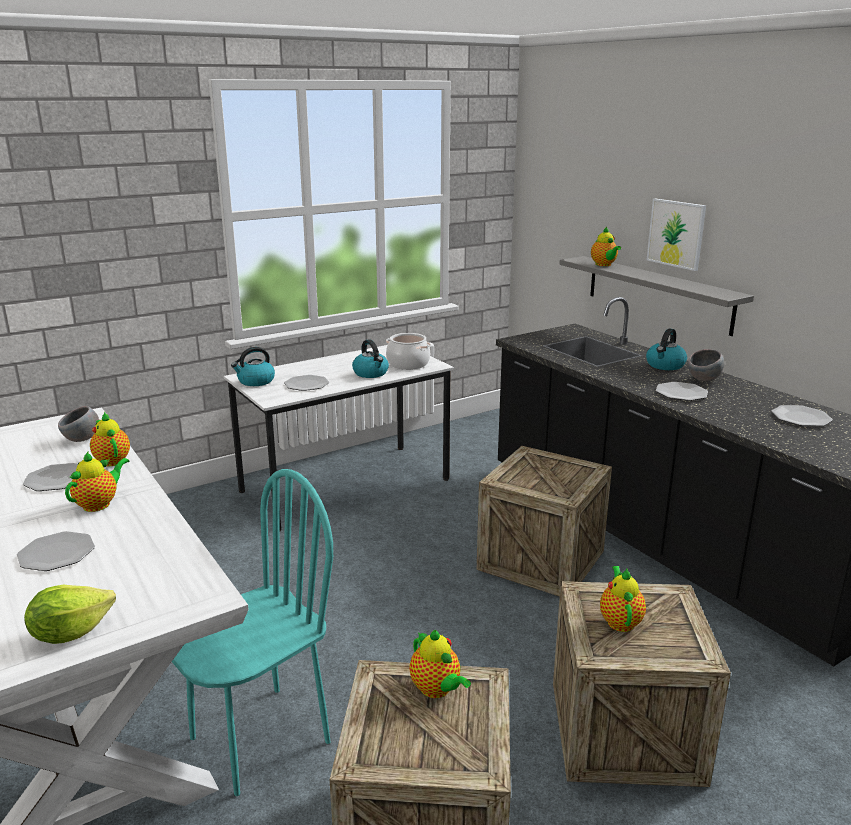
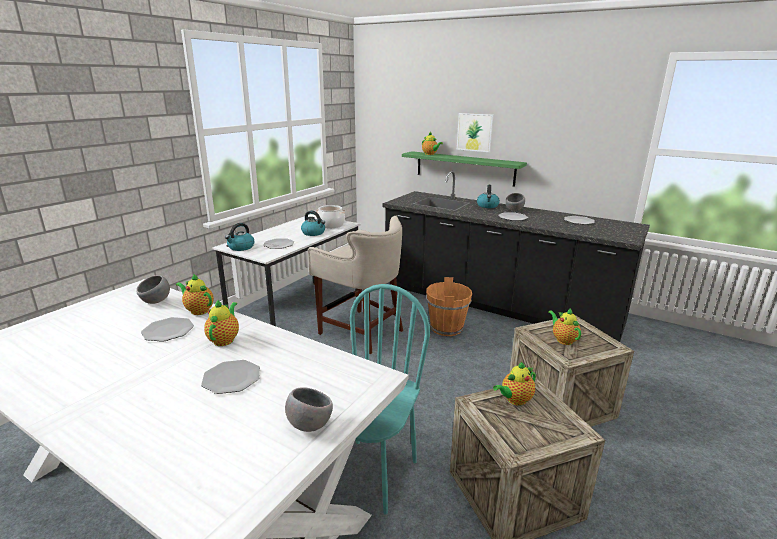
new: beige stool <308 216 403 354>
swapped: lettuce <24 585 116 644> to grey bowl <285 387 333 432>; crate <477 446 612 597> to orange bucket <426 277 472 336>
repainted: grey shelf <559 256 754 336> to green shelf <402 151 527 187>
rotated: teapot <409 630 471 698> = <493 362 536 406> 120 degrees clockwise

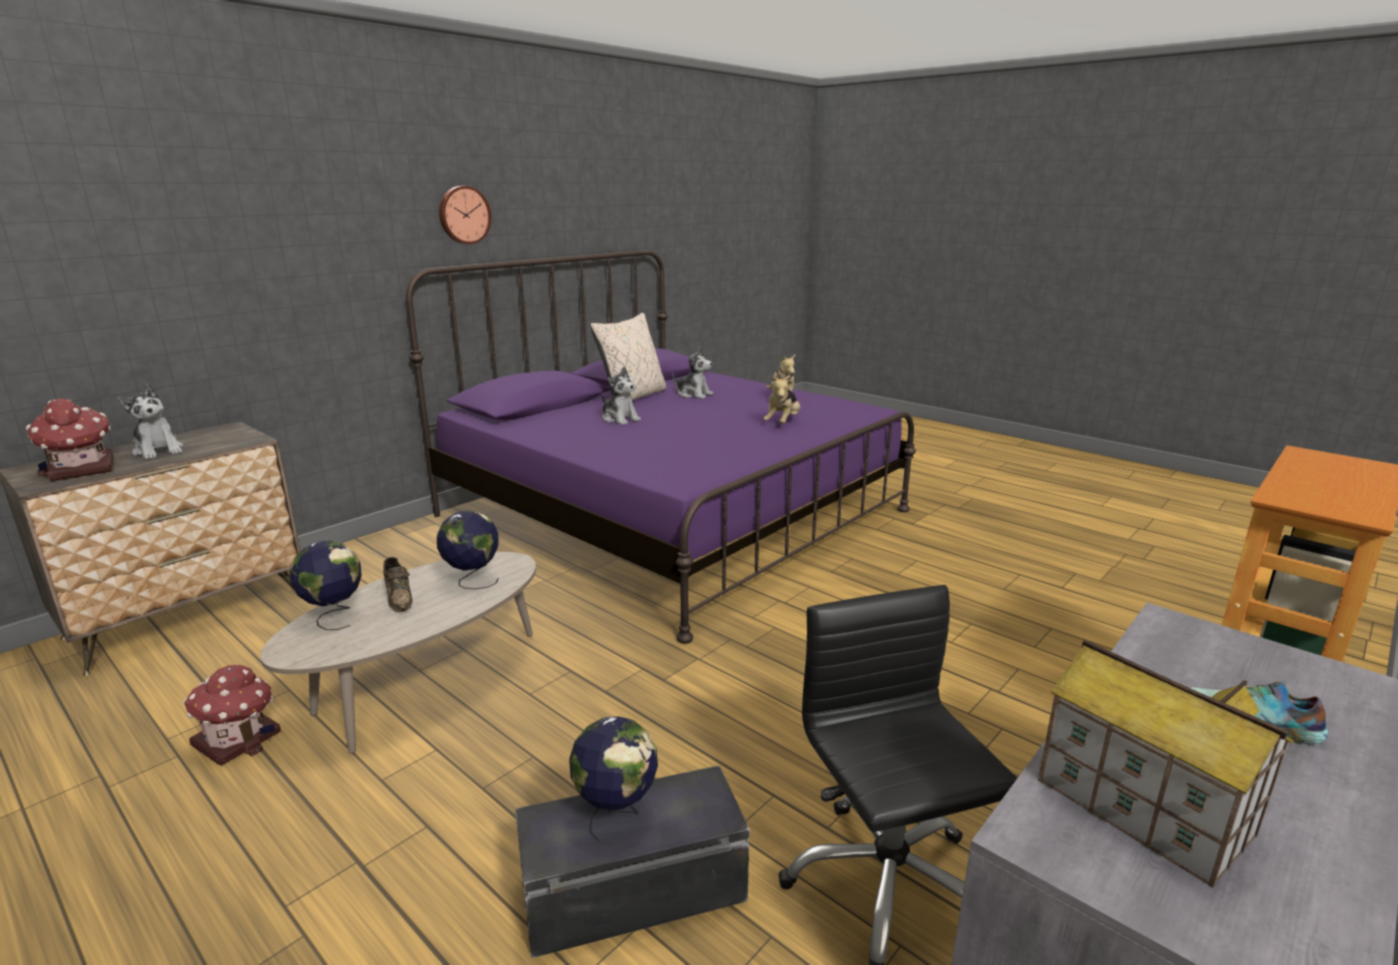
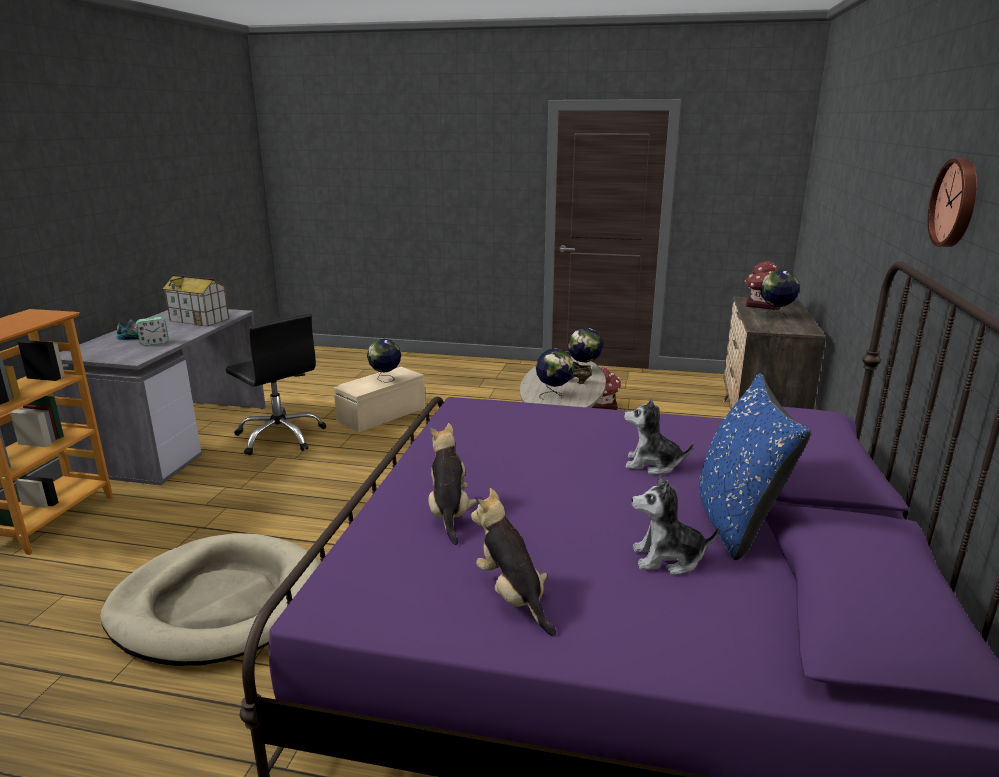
new: beige dog bed <100 533 320 666>; alarm clock <136 317 169 346>
swapped: plush toy <118 384 183 460> to globe <760 270 799 318>
repainted: black storage box <515 765 750 958> to beige storage box <334 367 425 432>; beige pillow <590 313 666 401> to blue pillow <699 373 811 560>

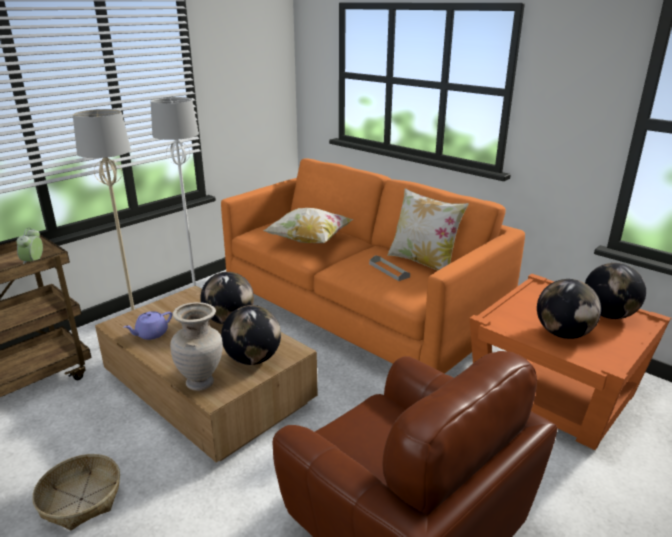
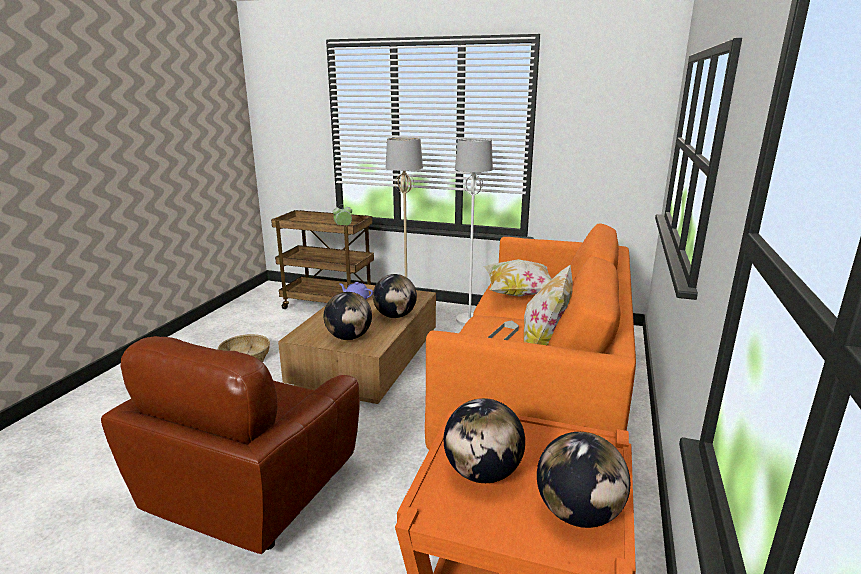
gone: beige vase <170 302 223 391>

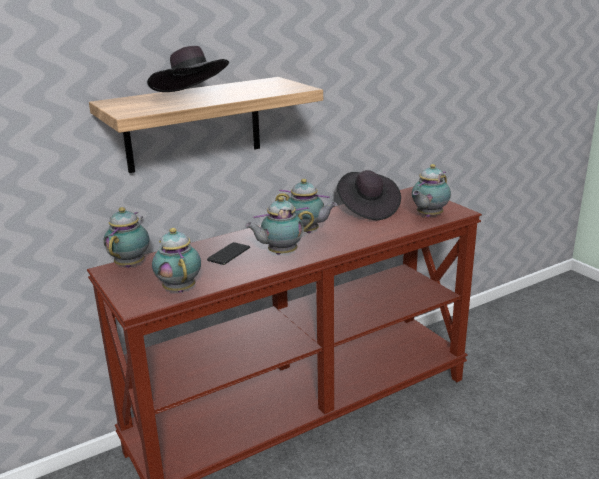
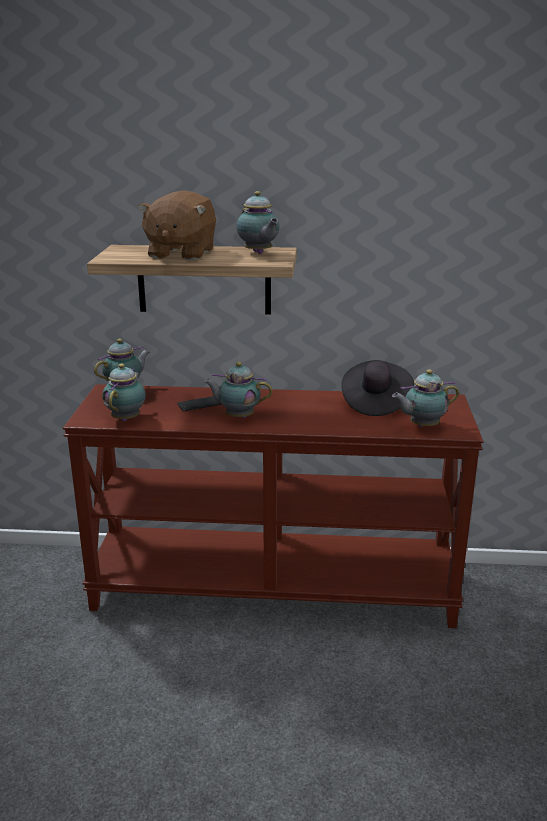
shifted: teapot <275 179 337 233> to <236 191 279 254>
swapped: black hat <147 46 229 92> to brown plush toy <138 190 216 260>

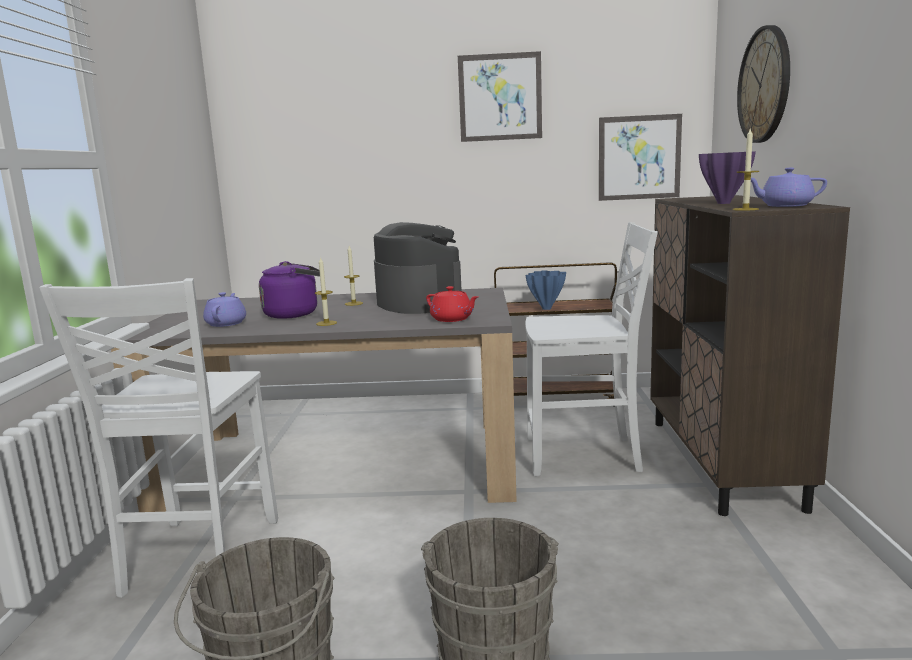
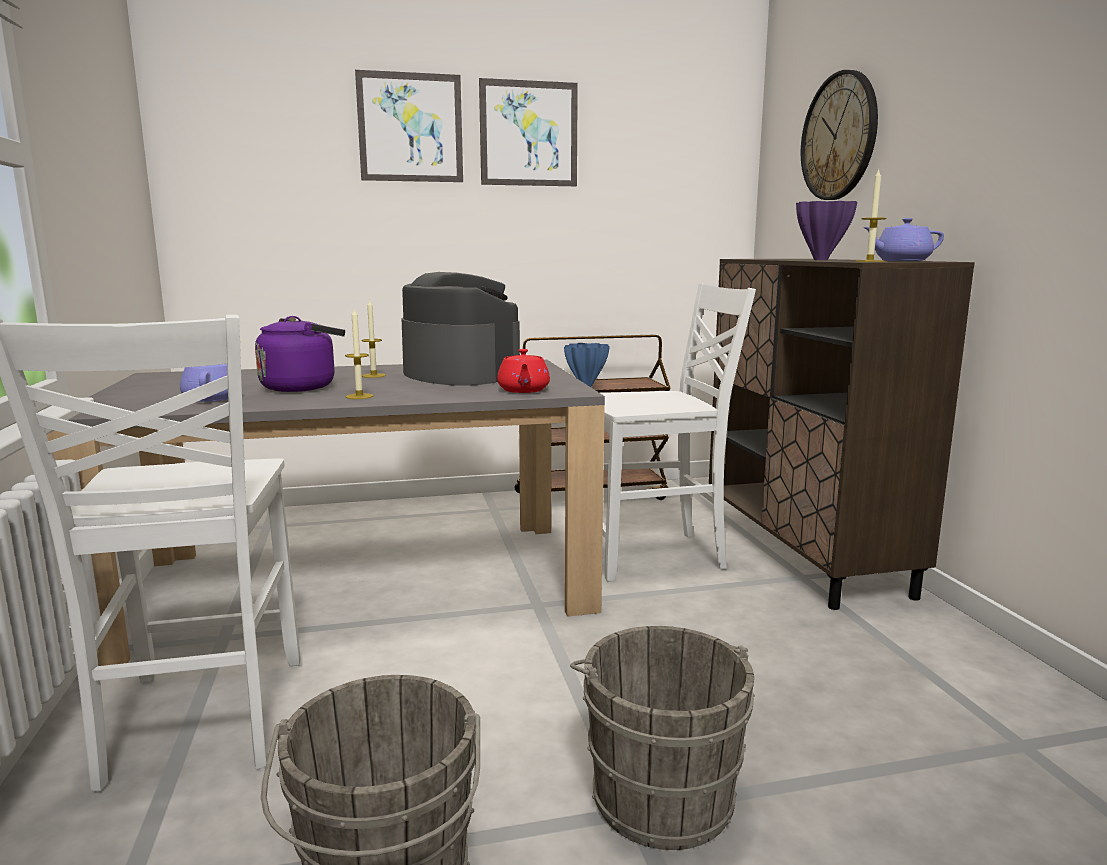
shifted: picture <599 114 682 201> to <355 70 463 182>
rotated: red teapot <426 286 479 322> = <497 349 550 393> 60 degrees clockwise

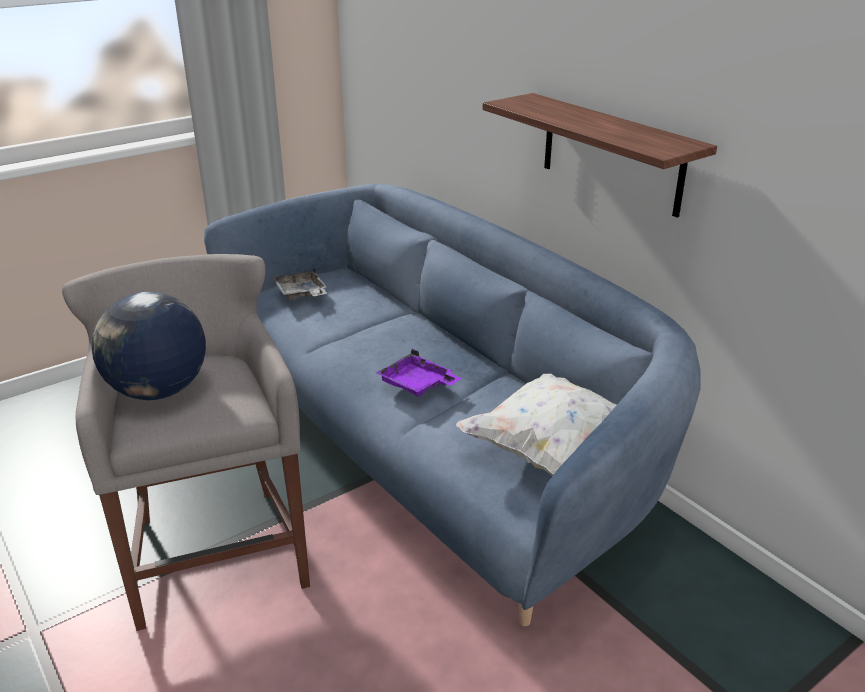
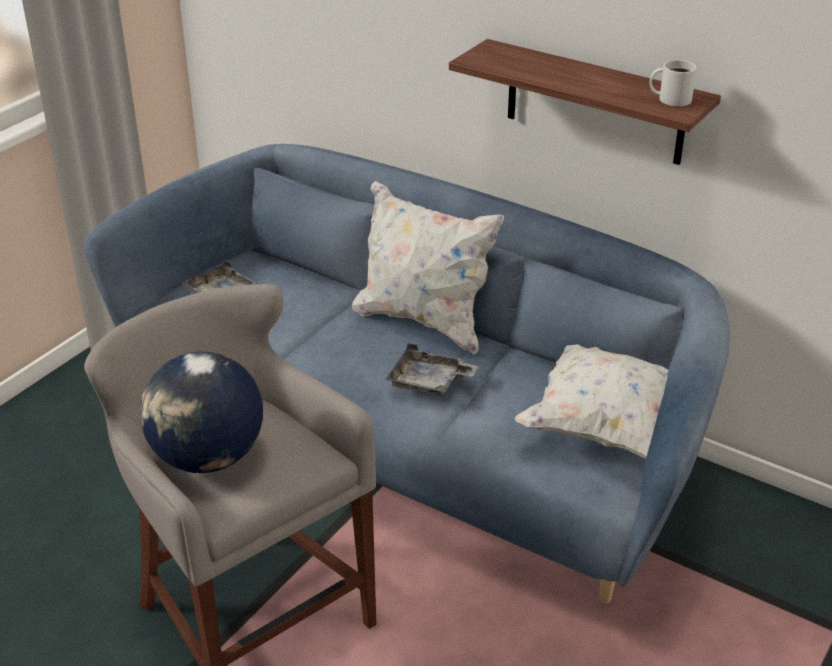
new: white pillow <352 181 504 354>; white mug <650 60 697 107>
repainted: purple tray <376 349 462 396> to grey tray <385 343 479 396>

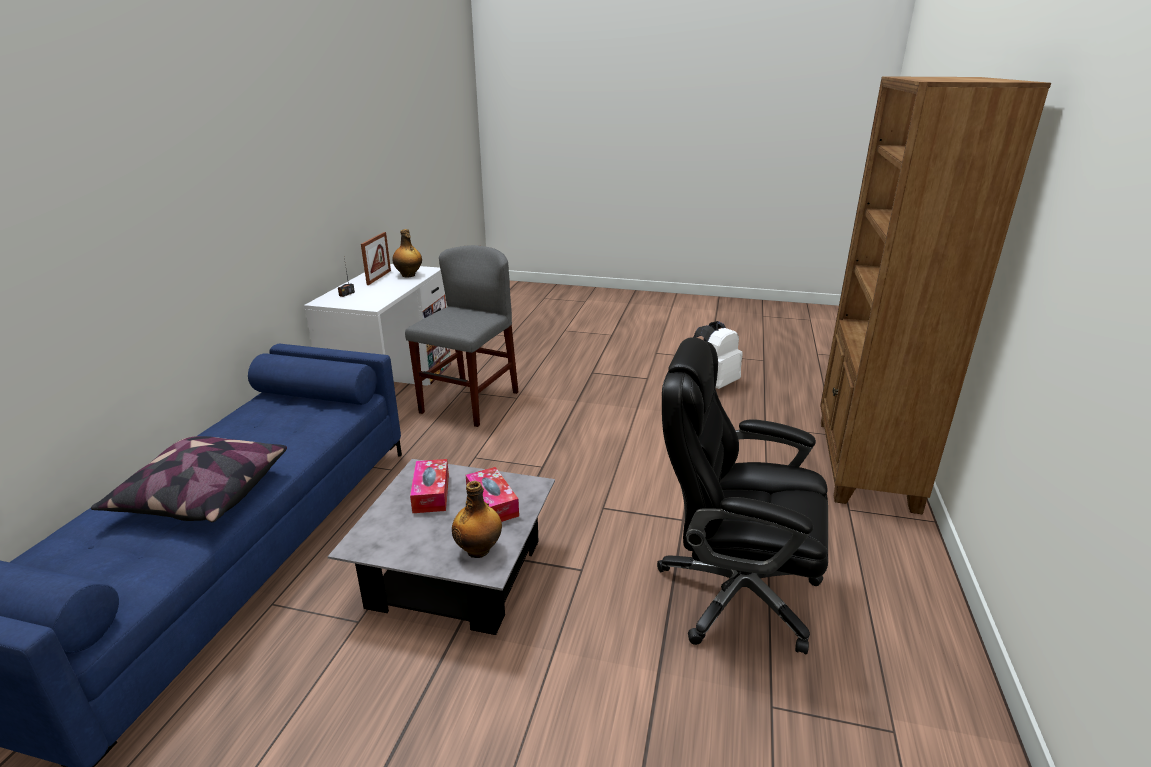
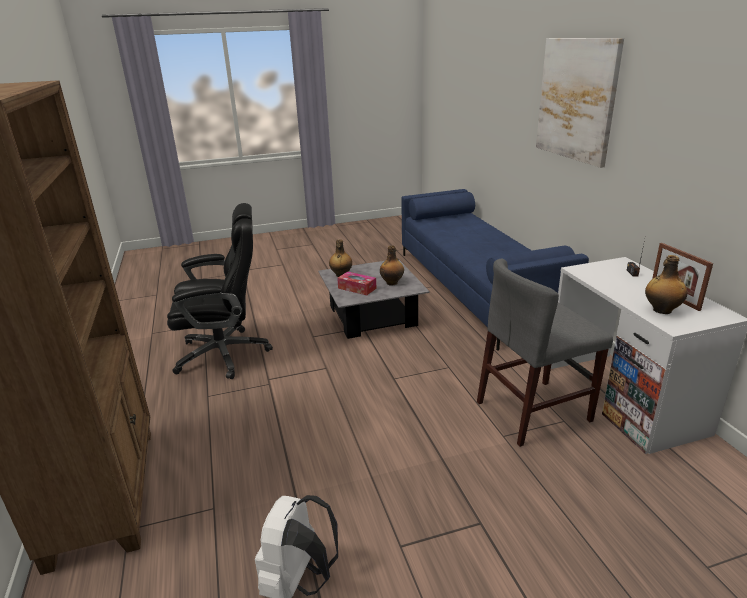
gone: pillow <91 436 287 522>
new: picture <536 38 624 168>
swapped: tissue box <410 459 449 513> to bottle <380 245 404 286>
rotated: grey chair <405 245 518 427> = <477 258 613 447> 75 degrees clockwise

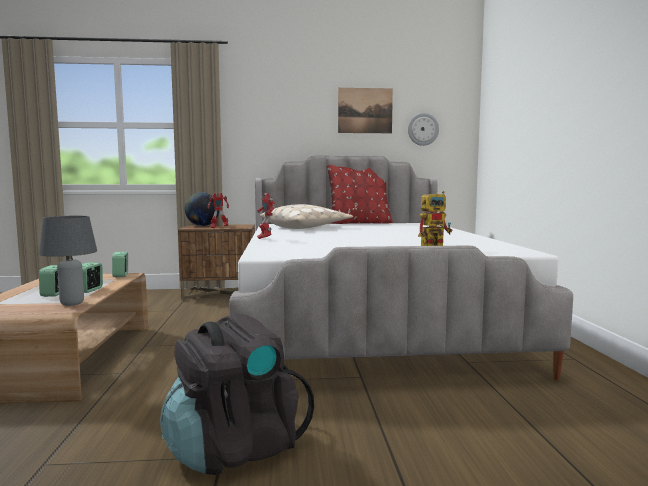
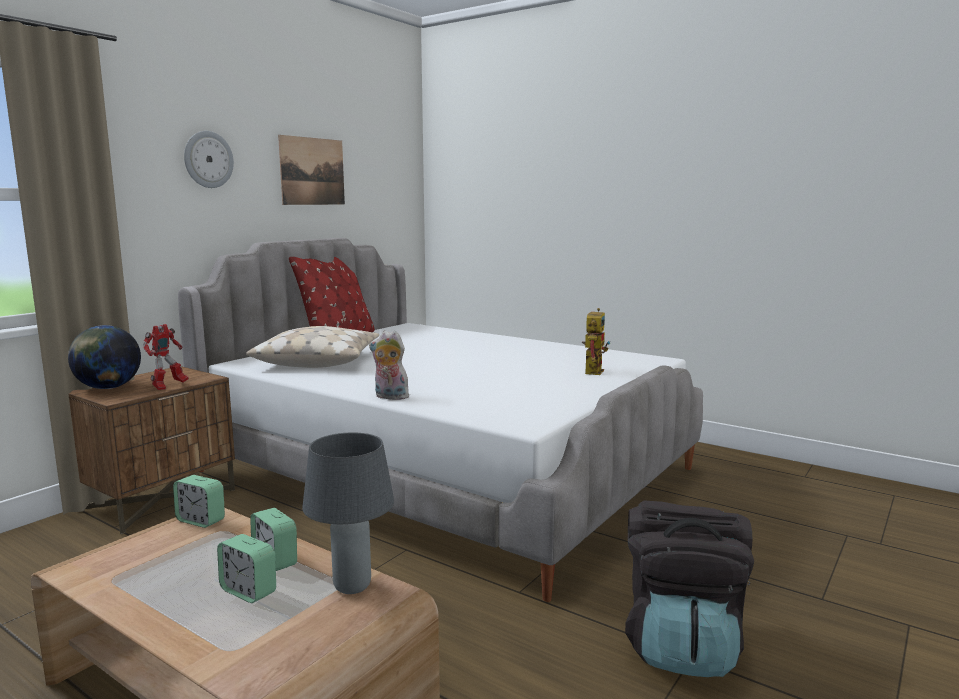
shifted: wall clock <408 113 439 146> to <184 131 234 188>
swapped: toy robot <257 193 276 239> to plush toy <369 331 409 400>

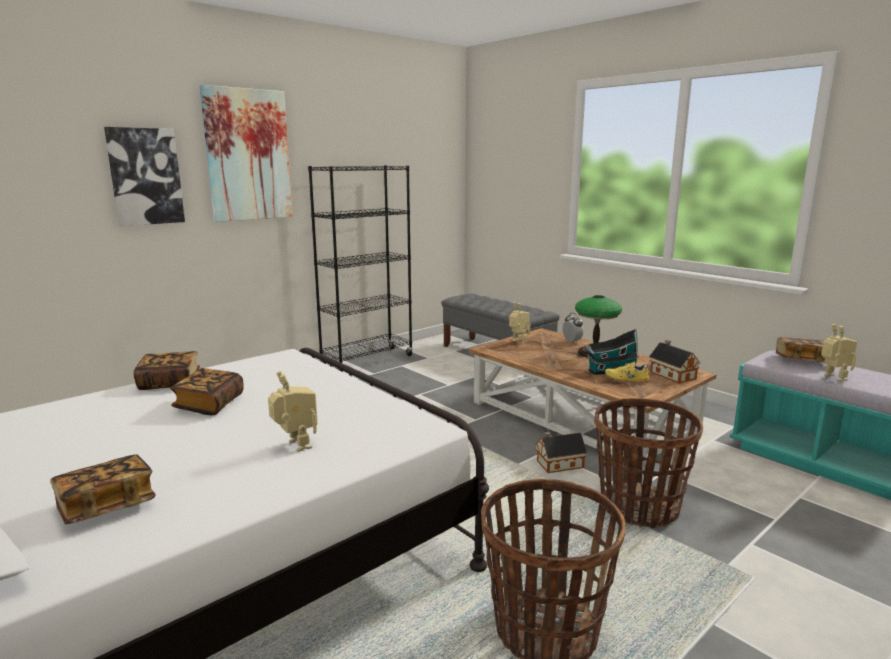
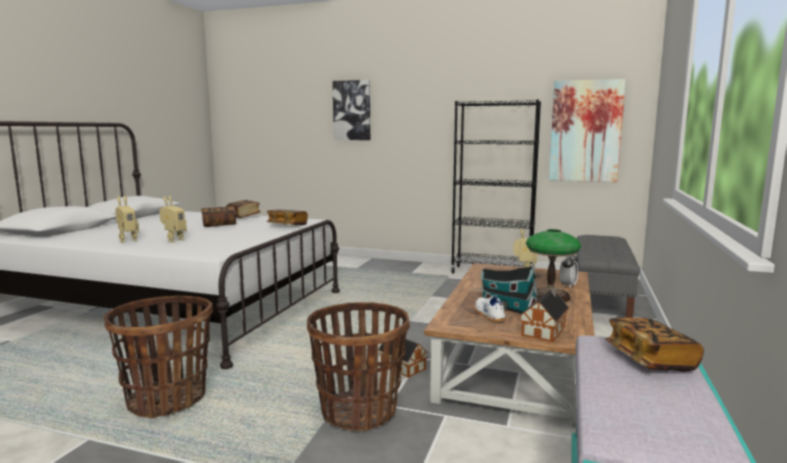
shifted: book <50 454 156 524> to <267 210 308 225>; picture <200 85 293 222> to <549 79 626 182>; toy robot <821 324 857 382> to <115 196 139 243>
repainted: yellow shoe <605 362 650 383> to white shoe <475 295 506 322>

